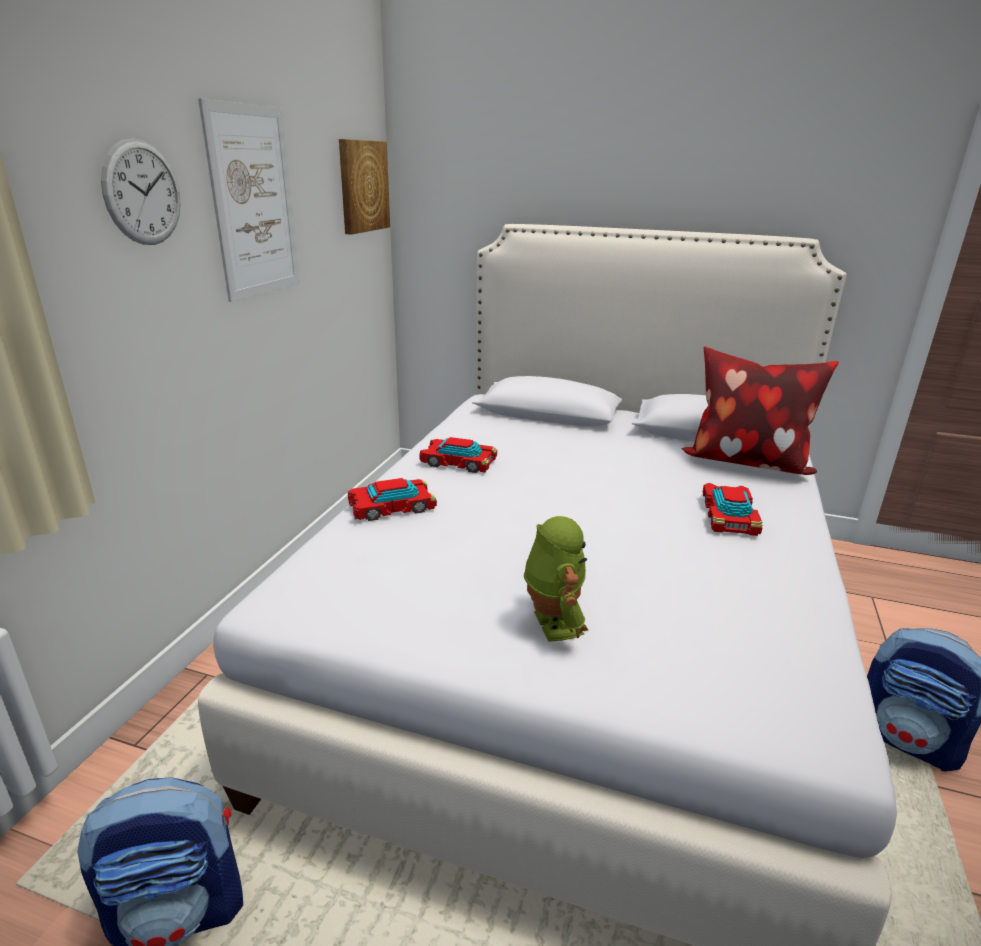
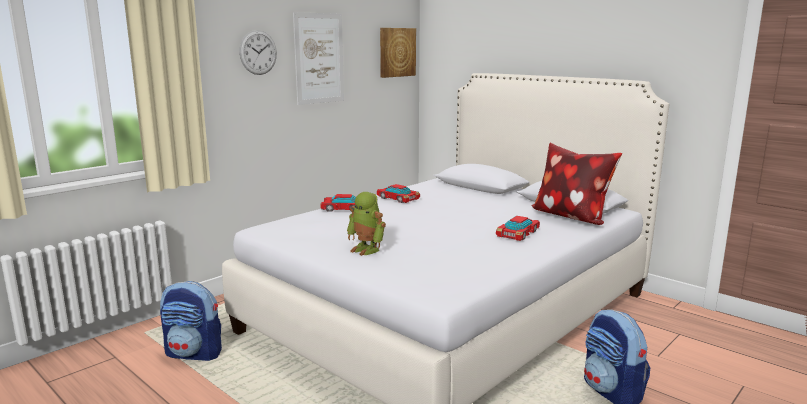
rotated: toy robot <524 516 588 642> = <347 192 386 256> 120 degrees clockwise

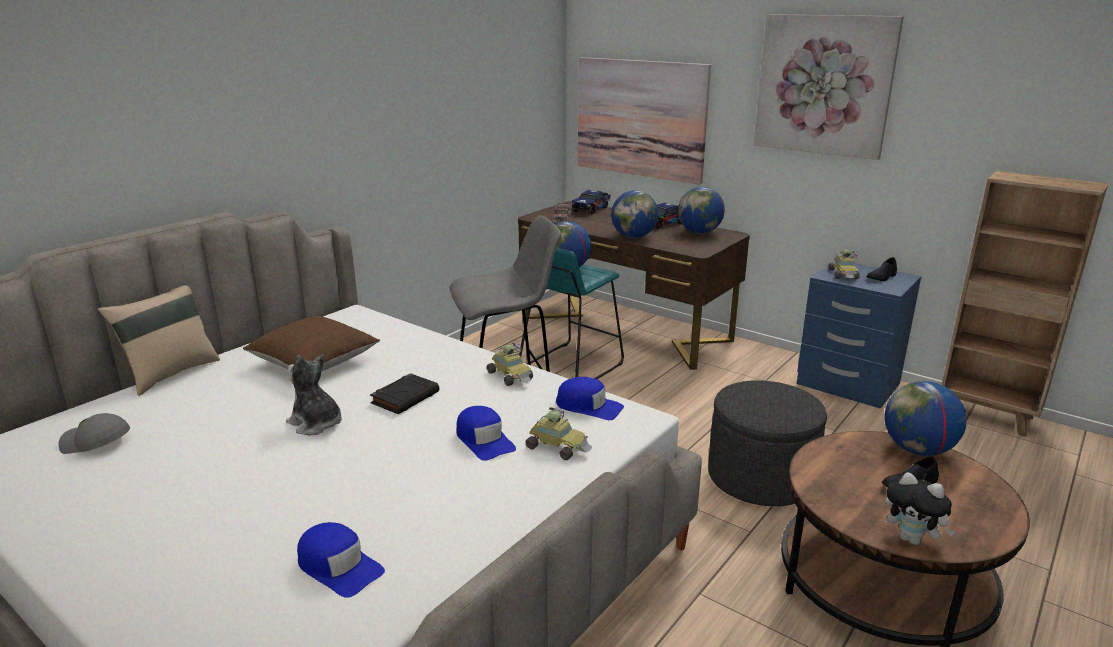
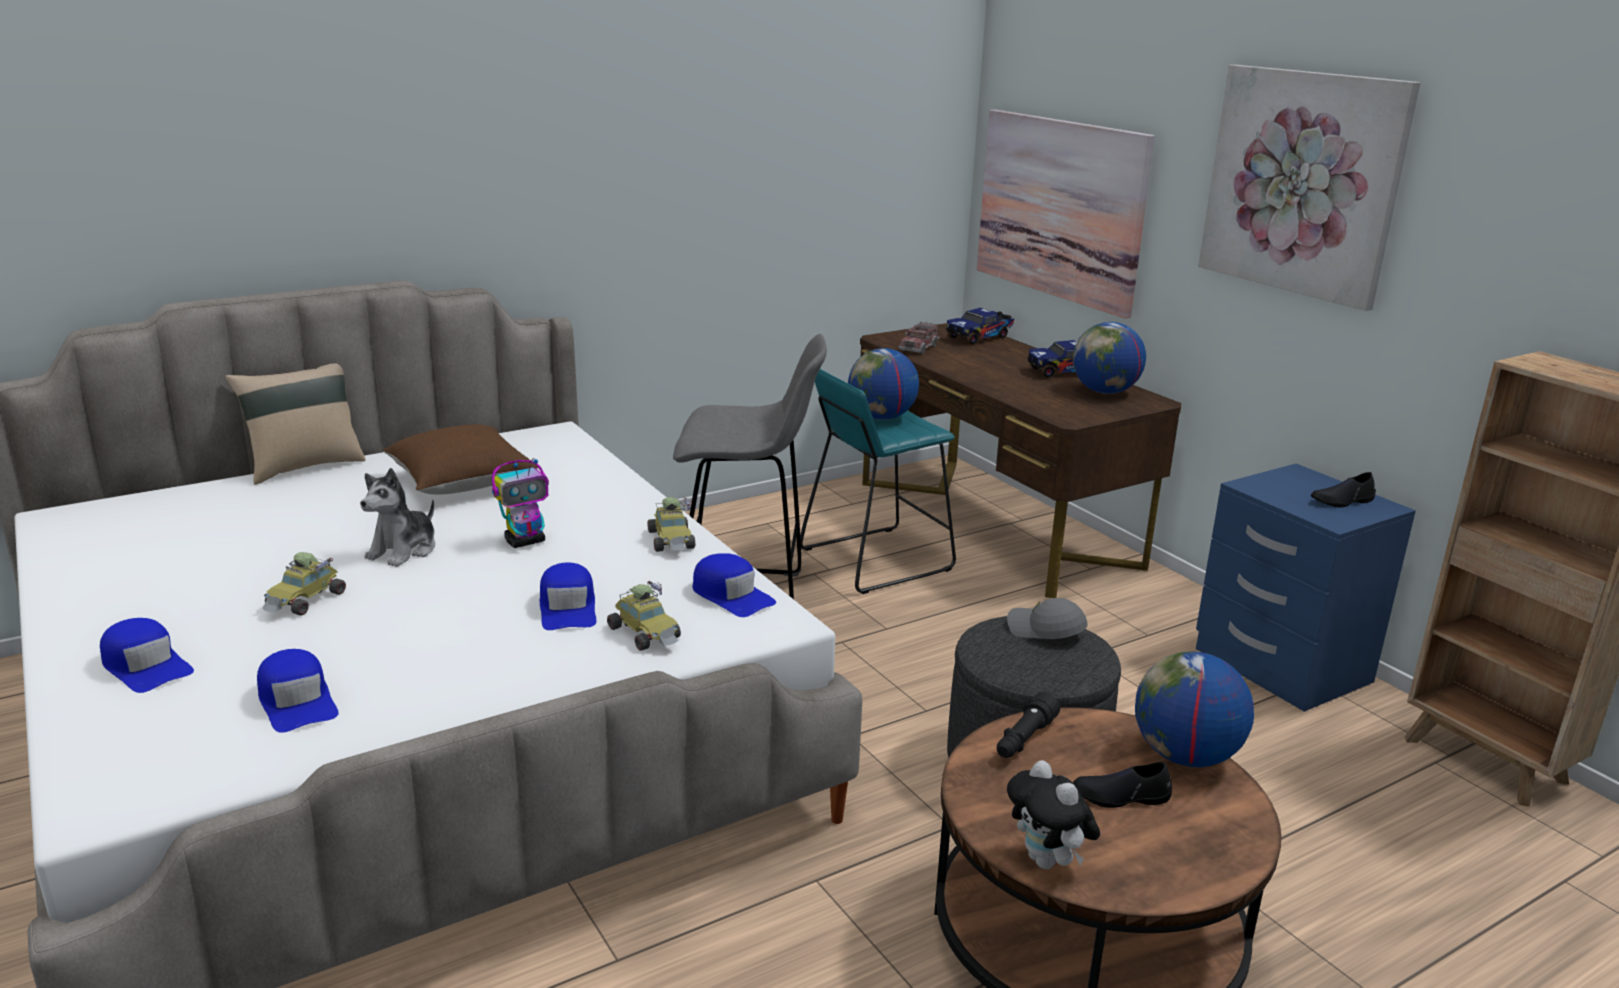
gone: globe <611 190 658 238>
new: blue cap <100 618 194 693>; black flashlight <997 692 1060 758>
shifted: grey cap <58 413 130 454> to <1007 598 1088 639>; toy car <828 249 860 279> to <262 552 346 616>
swapped: black book <370 373 439 414> to toy robot <492 458 549 548>
rotated: plush toy <286 354 342 435> = <360 468 435 567> 120 degrees counterclockwise

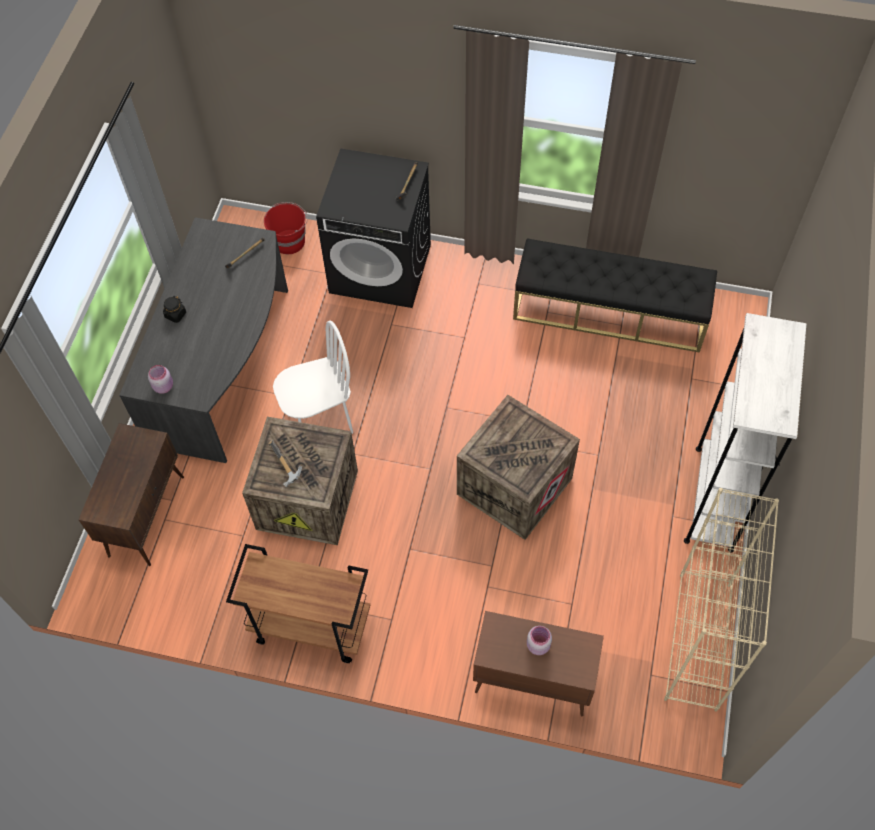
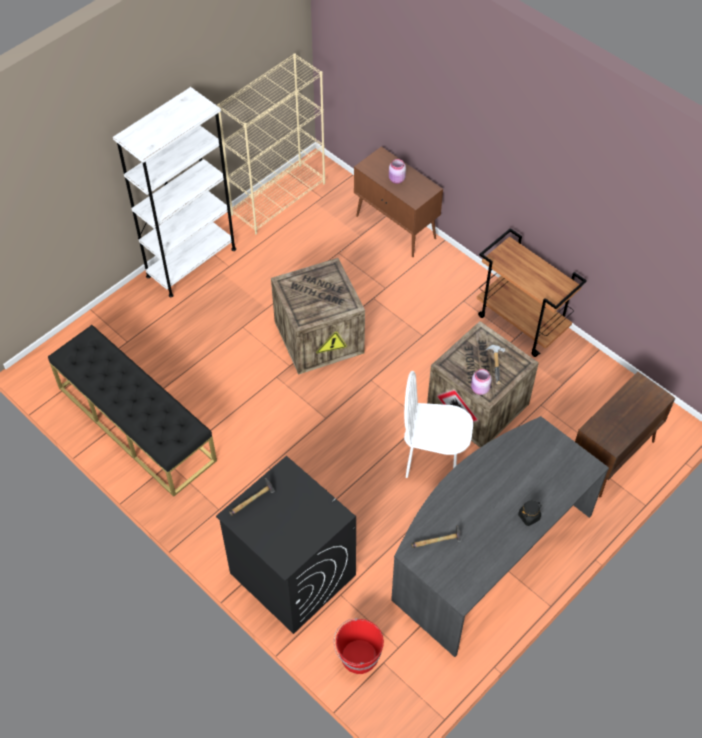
shifted: pink jar <148 365 173 394> to <471 369 492 395>

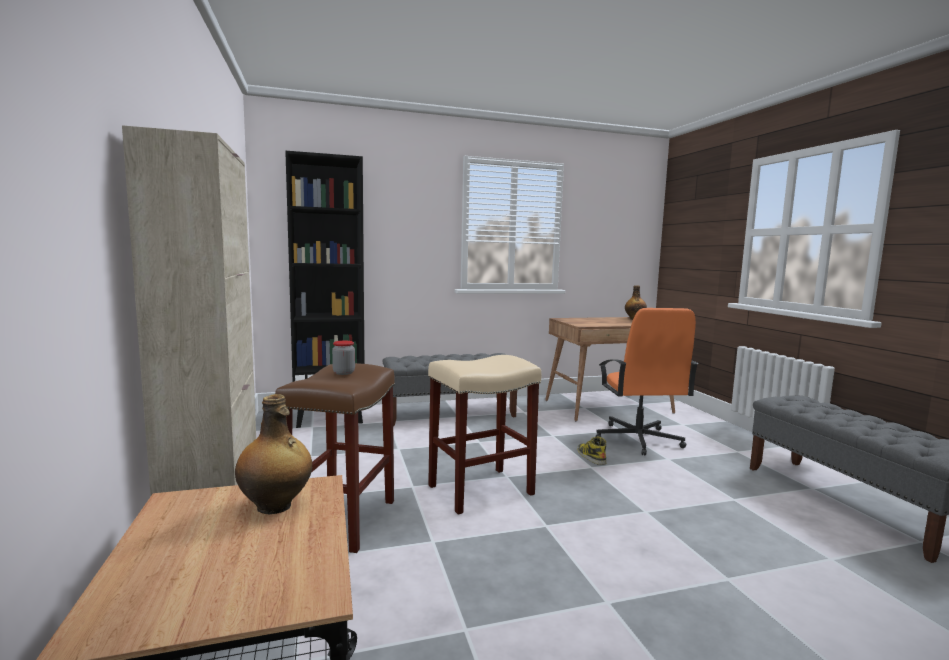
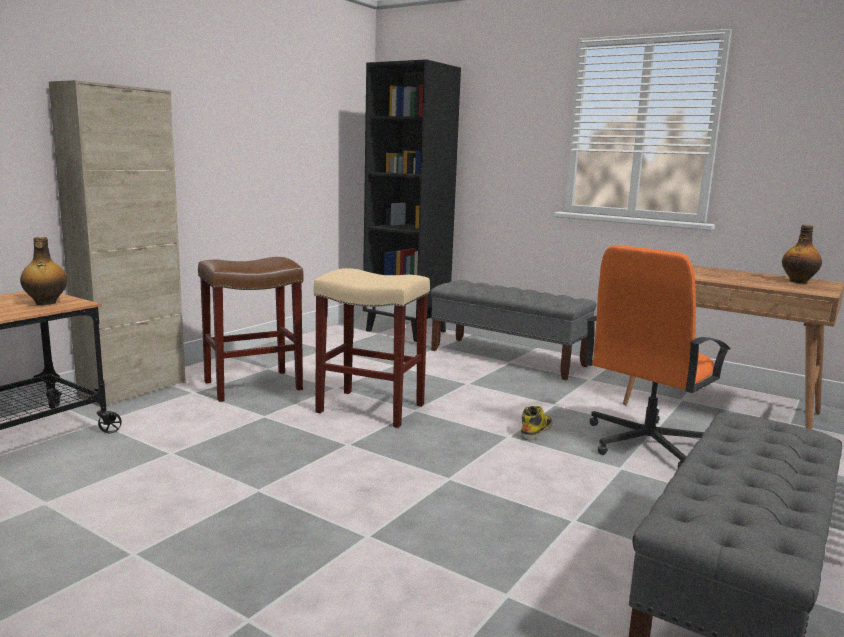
gone: jar <332 341 355 375>

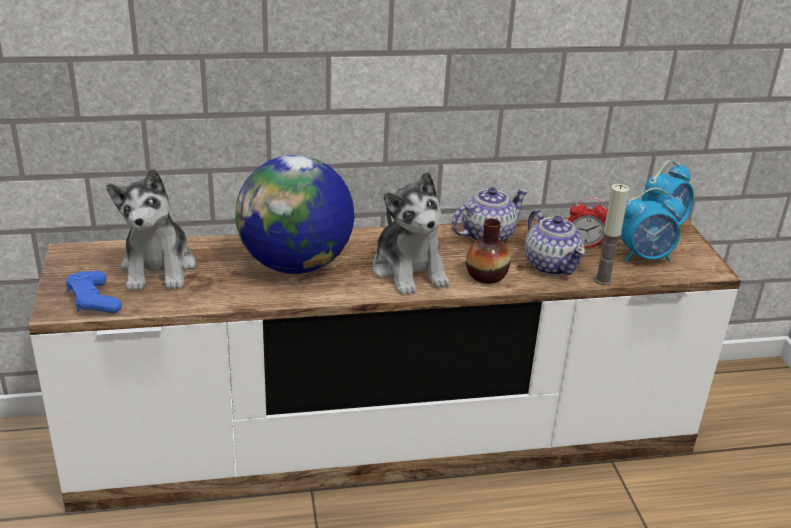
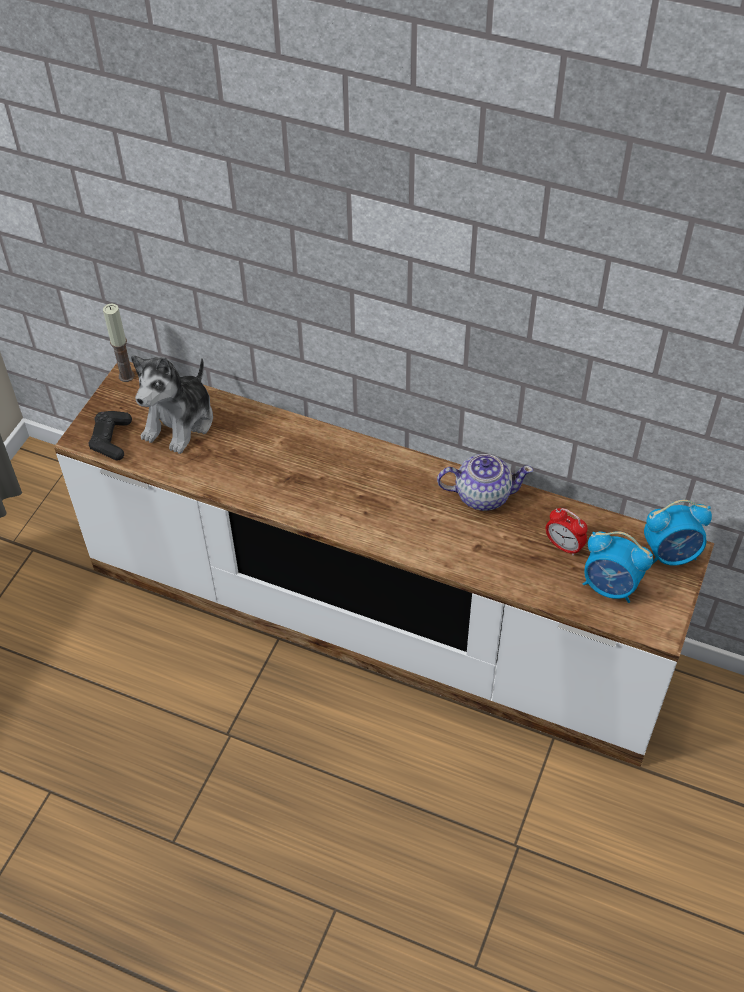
gone: globe <235 155 355 274>; plush toy <373 172 450 295>; vase <466 218 511 284>; teapot <525 210 585 276>
shifted: candle <594 184 630 285> to <103 304 135 382>
repainted: blue game controller <66 271 122 313> to black game controller <88 411 132 460>

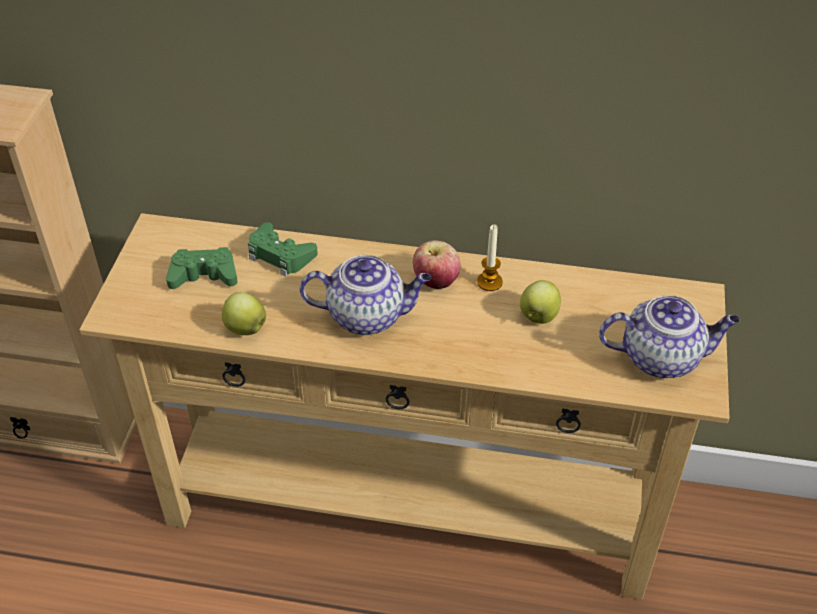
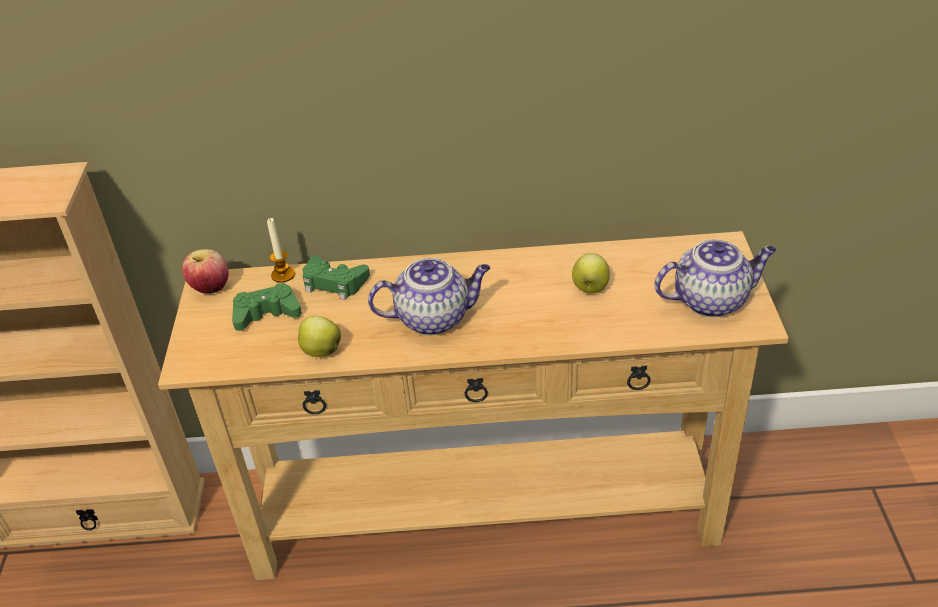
shifted: apple <413 240 460 289> to <182 249 229 294>; candle <477 225 503 291> to <267 218 295 283>

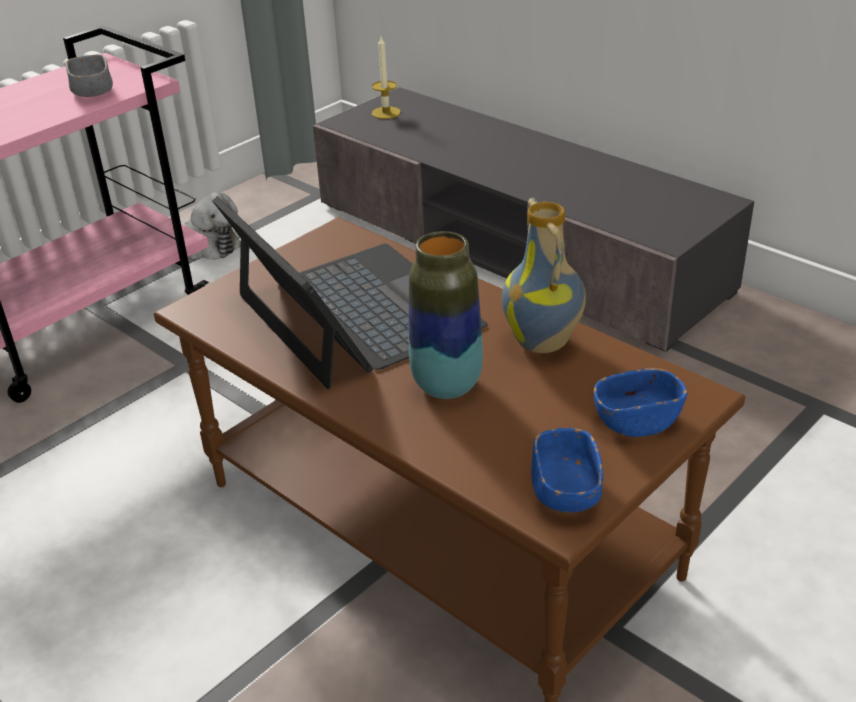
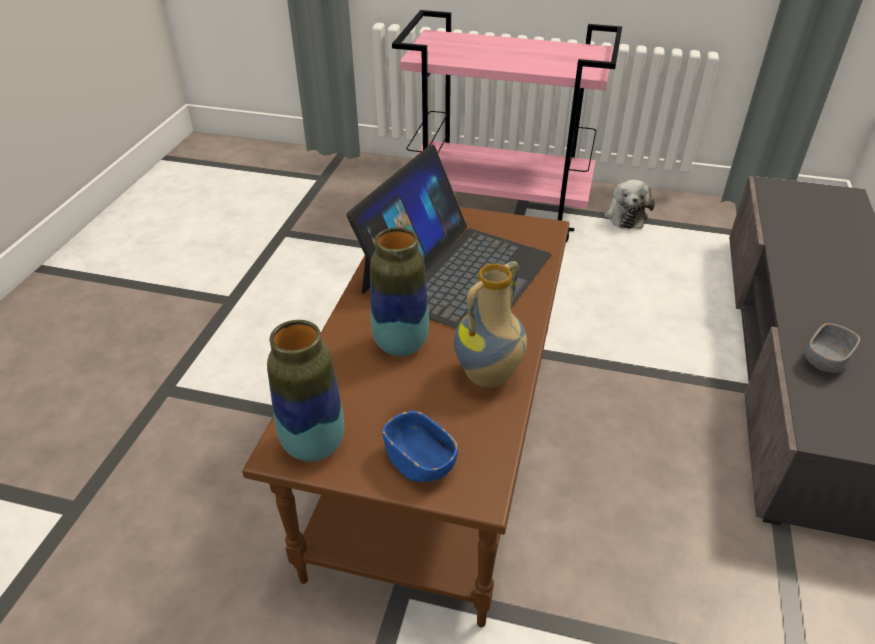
gone: candle <371 37 401 119>
shifted: grey bowl <65 54 113 97> to <804 323 860 373>
swapped: blue bowl <531 428 603 512> to vase <267 320 344 462>

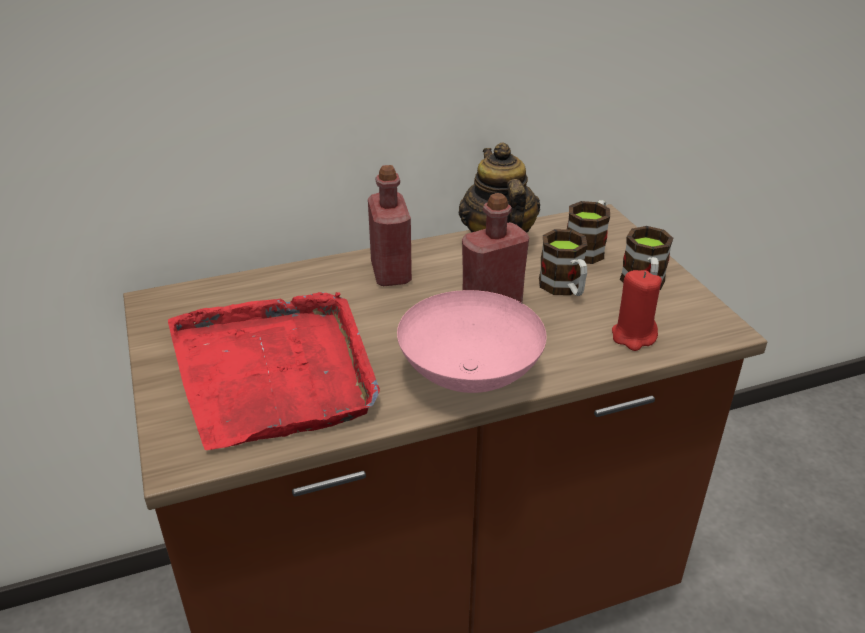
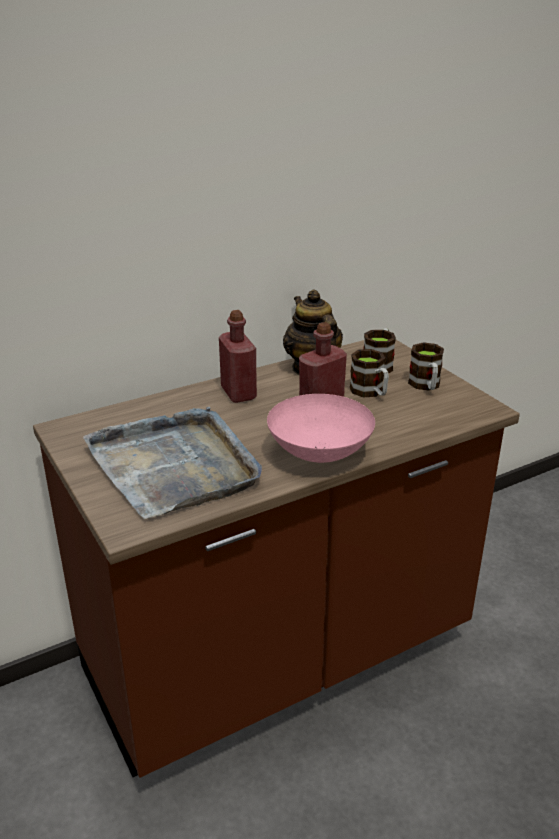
gone: red candle <612 270 662 351>
repainted: red tray <168 292 380 450> to grey tray <83 407 262 519>

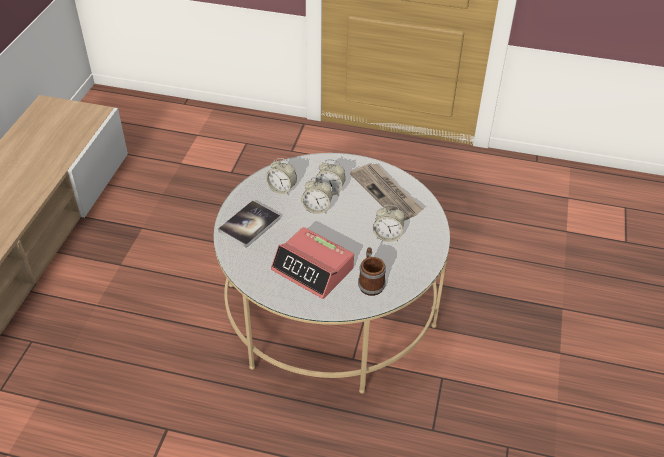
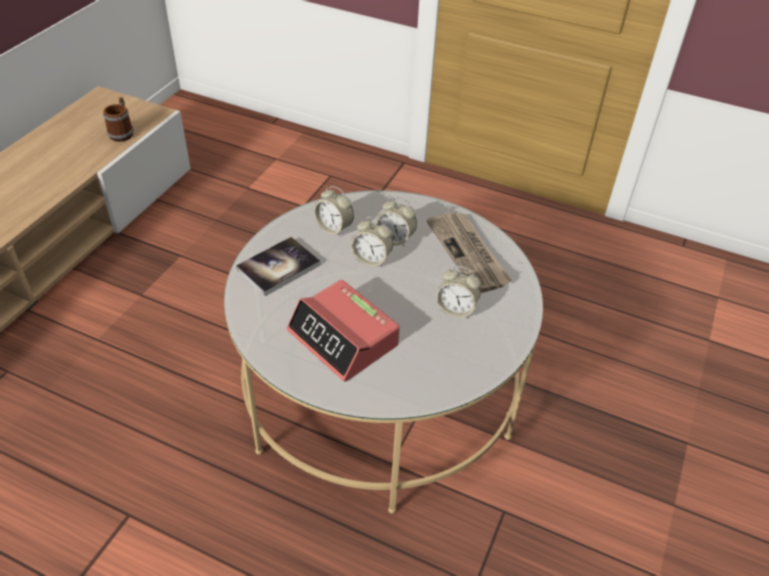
shifted: mug <358 247 386 296> to <103 97 134 142>

